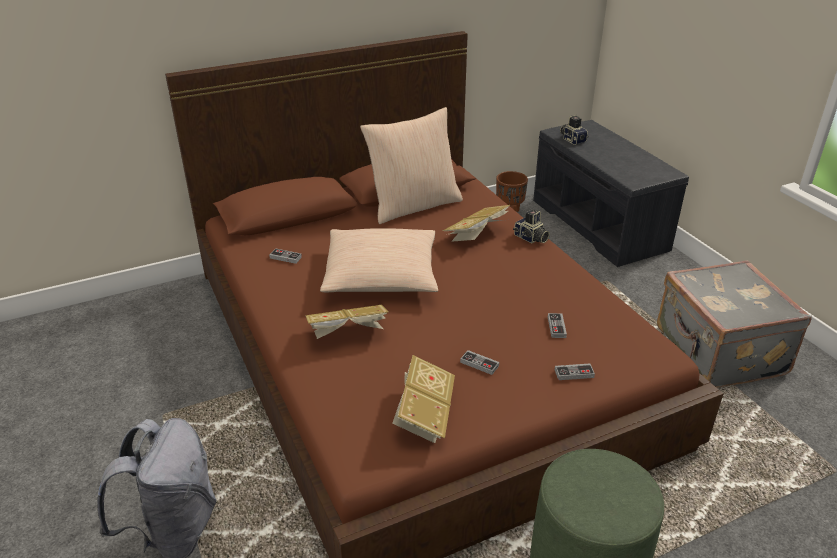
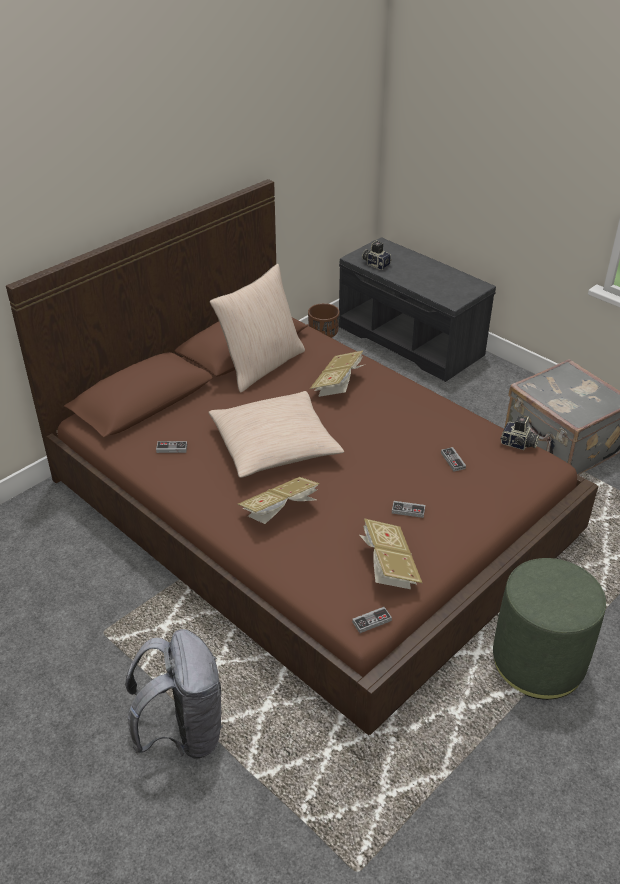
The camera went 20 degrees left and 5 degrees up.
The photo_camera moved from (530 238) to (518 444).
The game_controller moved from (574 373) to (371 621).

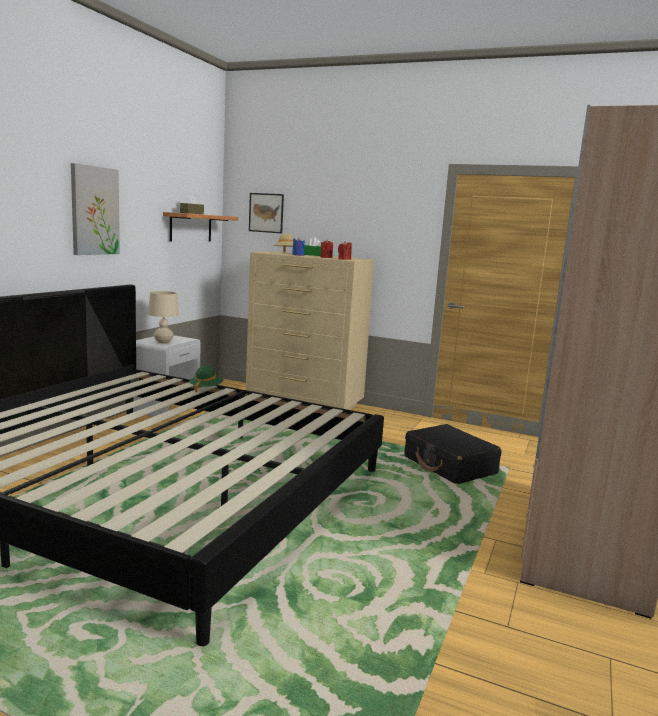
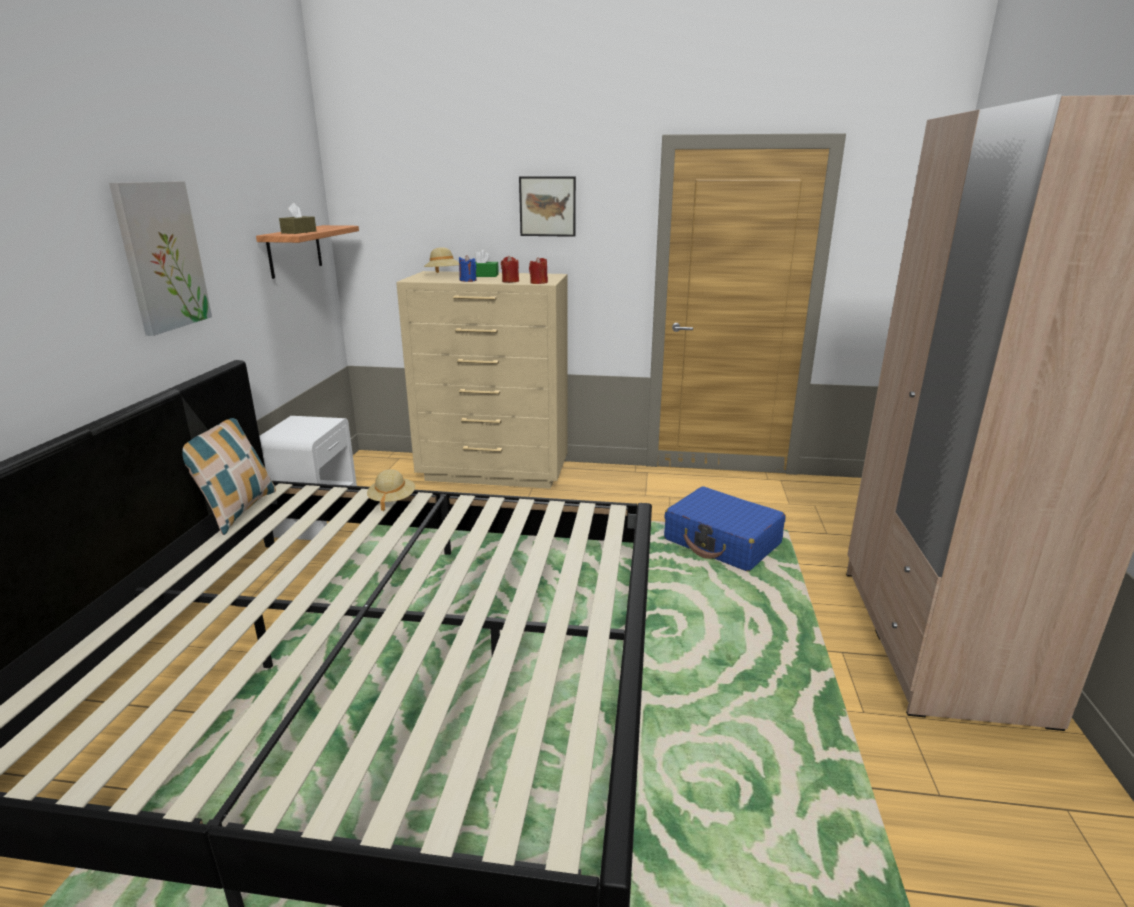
The camera went 15 degrees left and 10 degrees up.
The beige_table_lamp at (163 342) disappeared.
The pillow at (237 510) appeared.
The picture moved from (266 213) to (547 206).
The green_hat at (206 388) became the beige_hat at (392 500).
The black_suitcase at (449 465) became the blue_suitcase at (722 542).

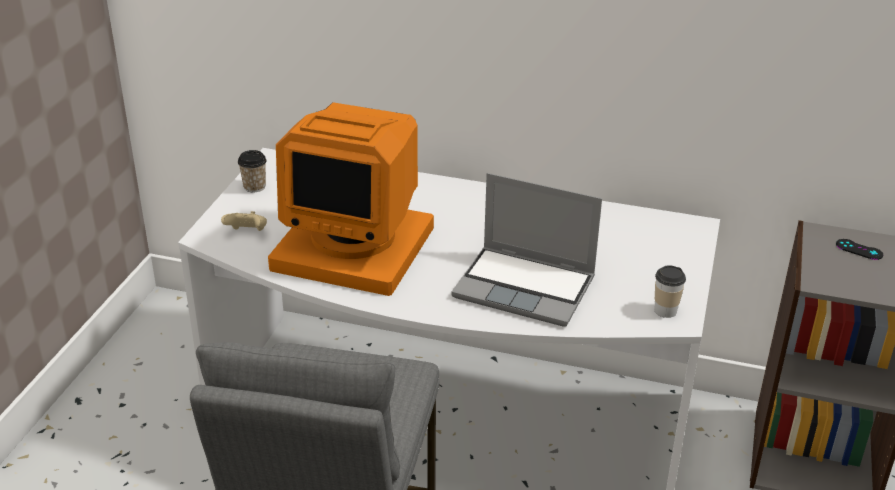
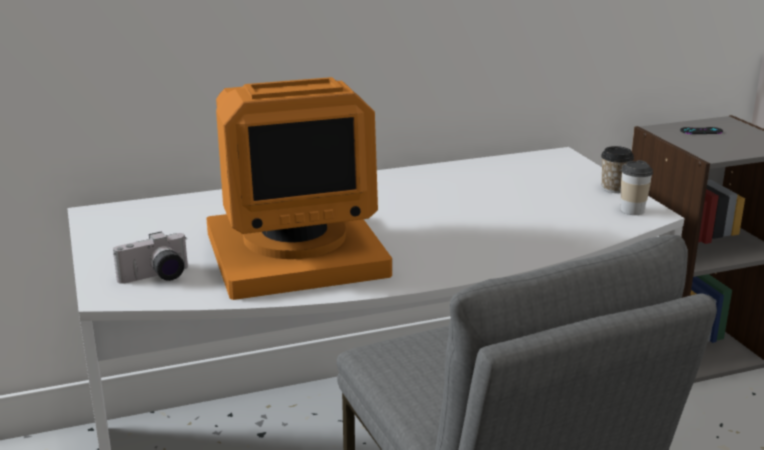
The camera went 35 degrees left and 10 degrees down.
The laptop at (526 287) disappeared.
The cup moved from (254 187) to (614 188).
The beige_game_controller at (247 233) was replaced by the photo_camera at (156 278).

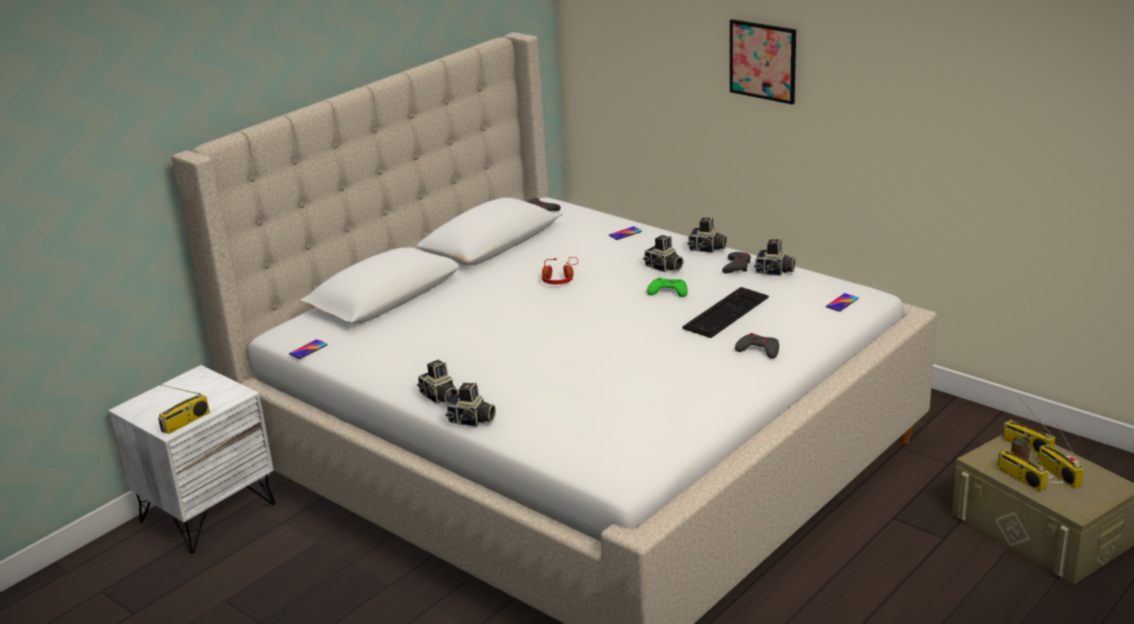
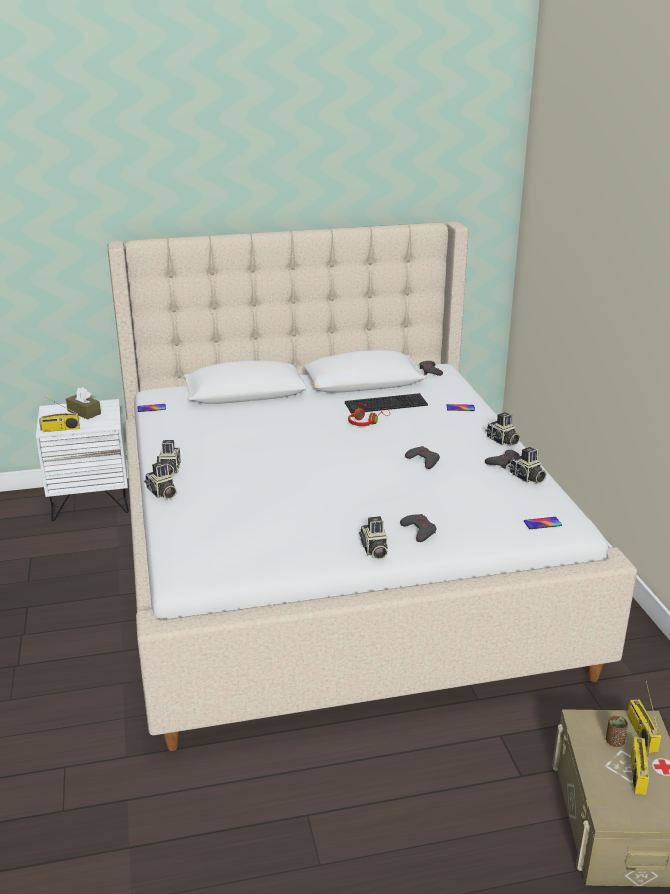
The camera went 35 degrees right and 0 degrees up.
The picture at (763 61) disappeared.
The radio at (1020 478) disappeared.
The brown_tissue_box at (84 412) appeared.
The photo_camera moved from (663 268) to (374 550).
The keyboard moved from (725 312) to (386 403).
The green_game_controller at (668 291) became the grey_game_controller at (423 460).

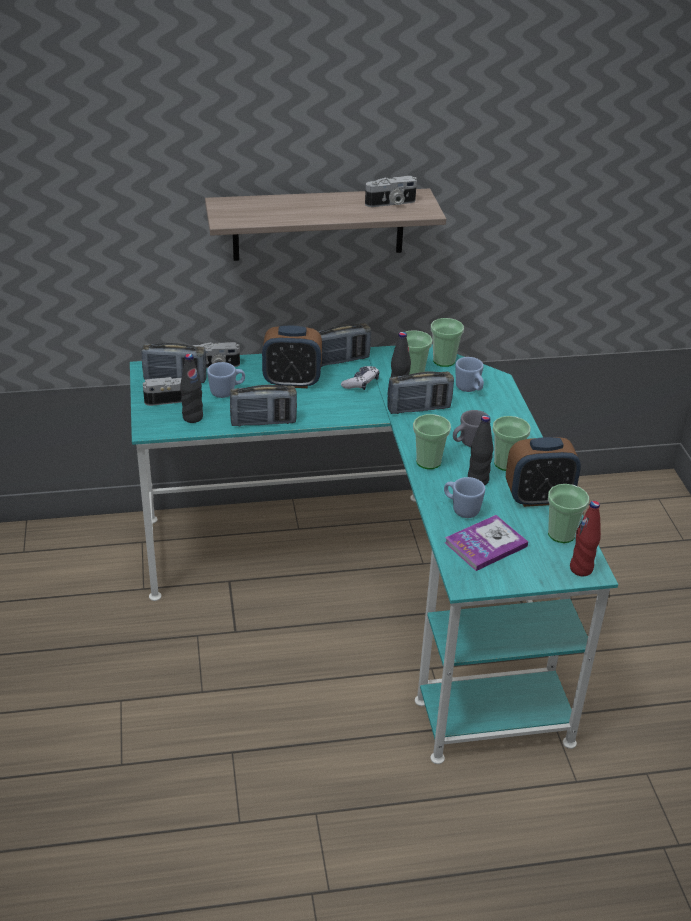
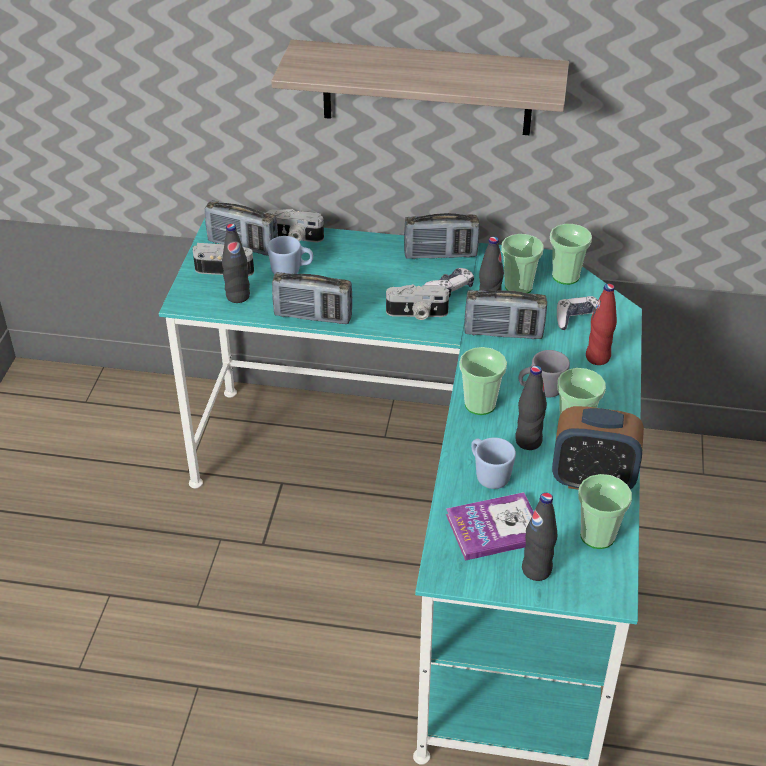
The camera went 20 degrees right and 5 degrees up.
The alarm_clock at (292 382) disappeared.
The black_bottle at (536 570) appeared.
The photo_camera moved from (391 203) to (417 314).
The red_bottle moved from (581 569) to (597 357).
The blue_mug at (469 389) was replaced by the game_controller at (578 319).

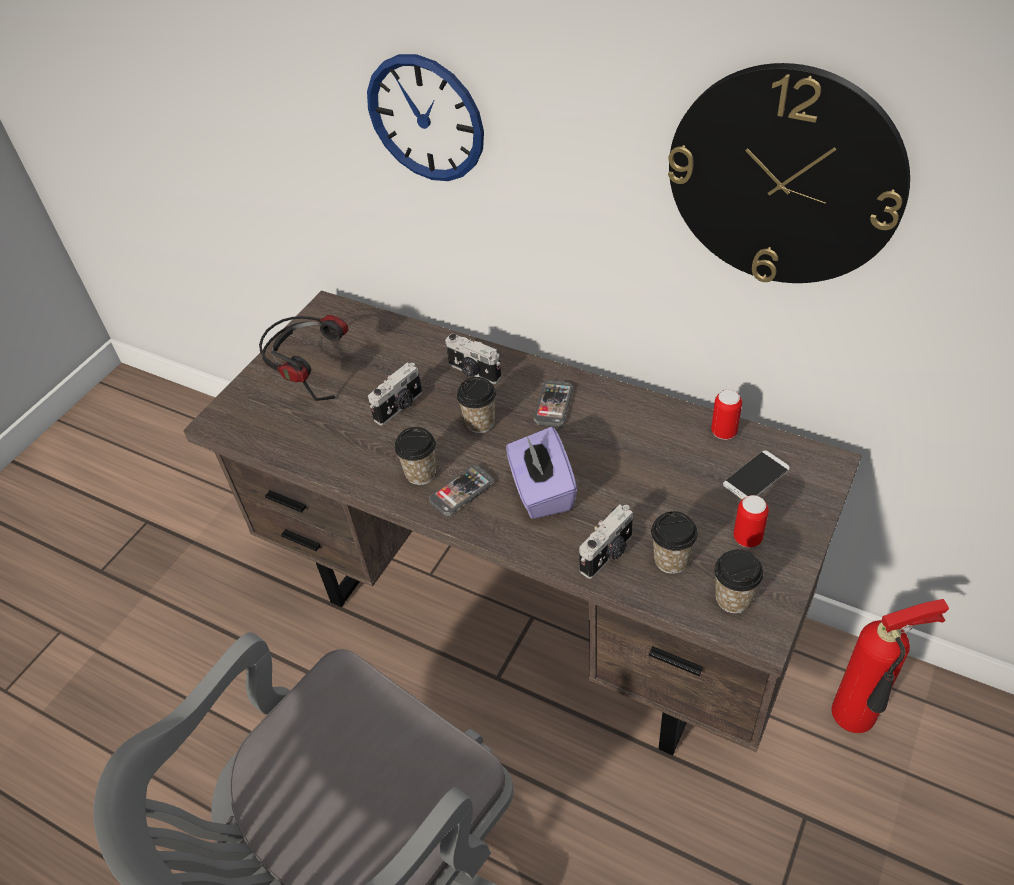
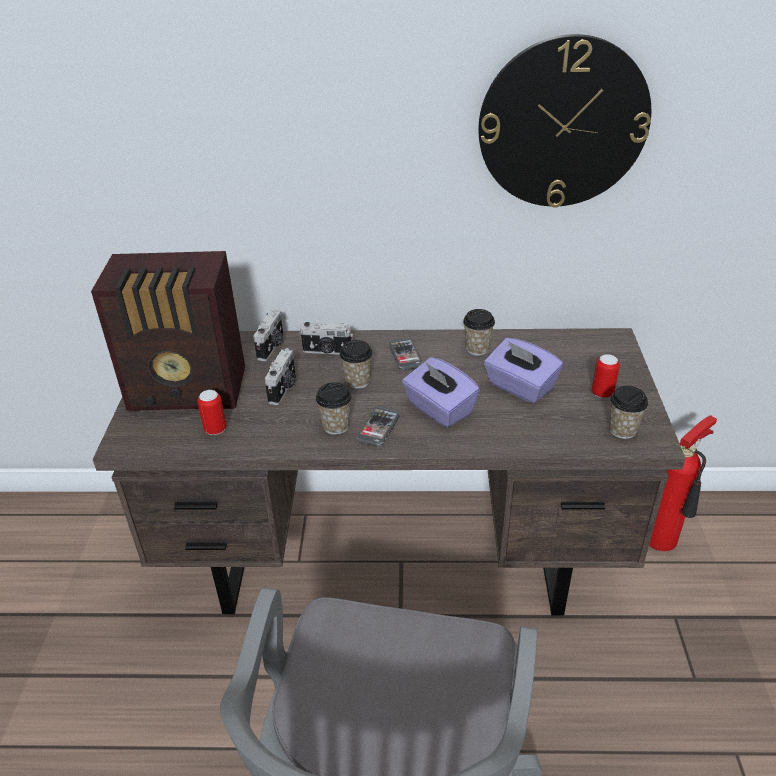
The camera went 30 degrees left and 10 degrees down.
The wall_clock at (426 119) disappeared.
The phone at (756 477) disappeared.
The purple_tissue_box at (520 387) appeared.
The photo_camera moved from (608 554) to (272 347).
The cup moved from (671 560) to (477 349).
The can moved from (724 432) to (215 429).
The headphones at (311 378) was replaced by the radio at (190 391).

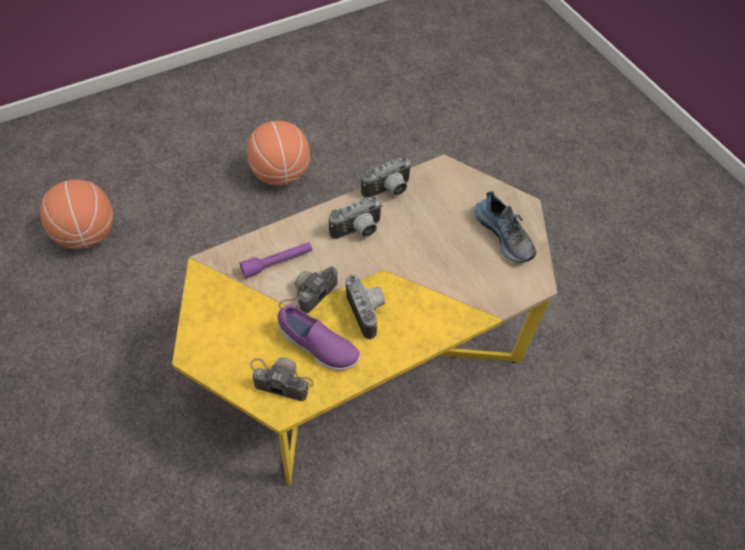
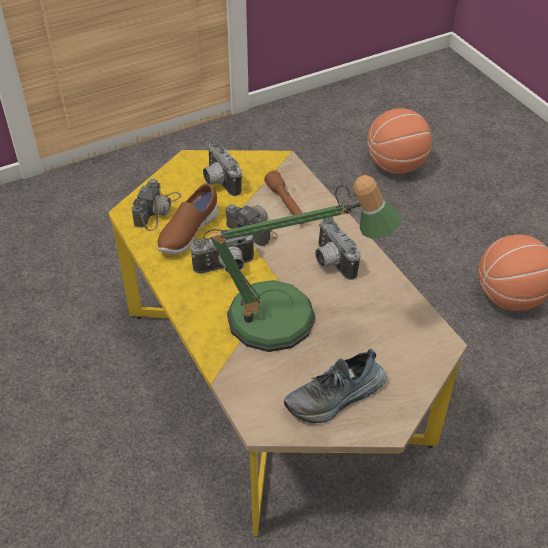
The camera went 95 degrees right and 10 degrees down.
The table_lamp at (287 321) appeared.
The photo_camera moved from (388 191) to (218 182).
The purple_flashlight at (277 263) became the brown_flashlight at (286 204).
The purple_shoe at (317 347) became the brown_shoe at (188 233).

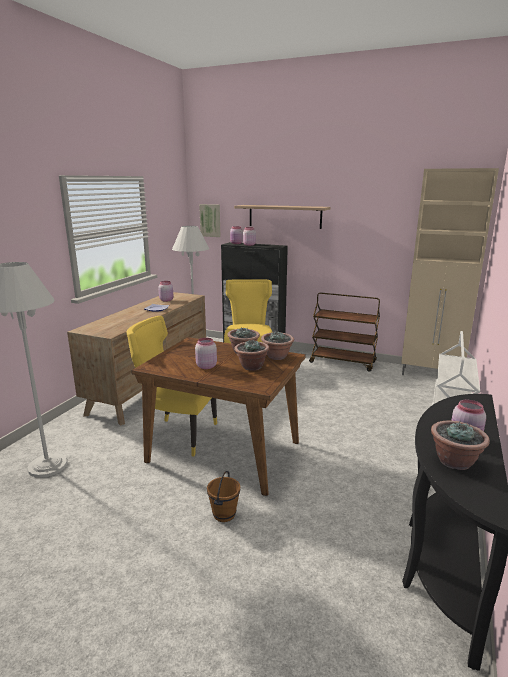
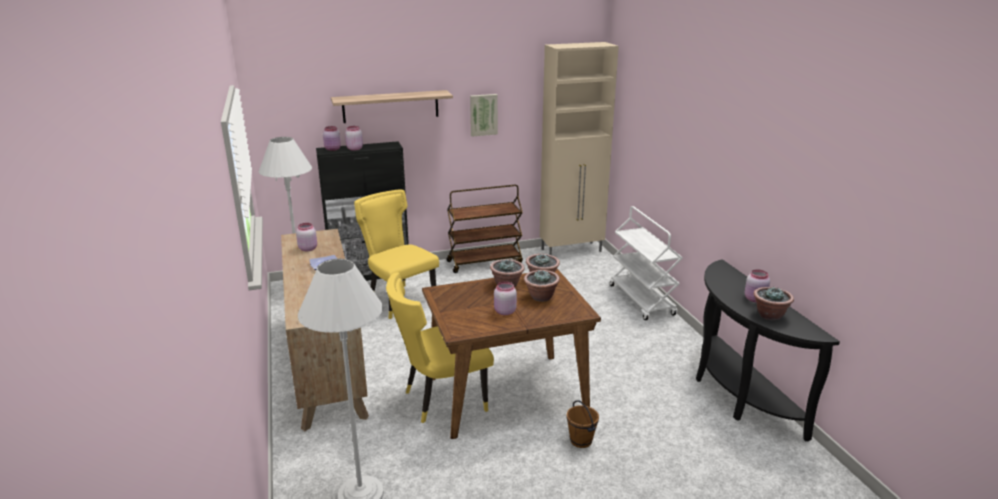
The camera went 40 degrees left and 5 degrees up.
The picture moved from (210 220) to (483 114).

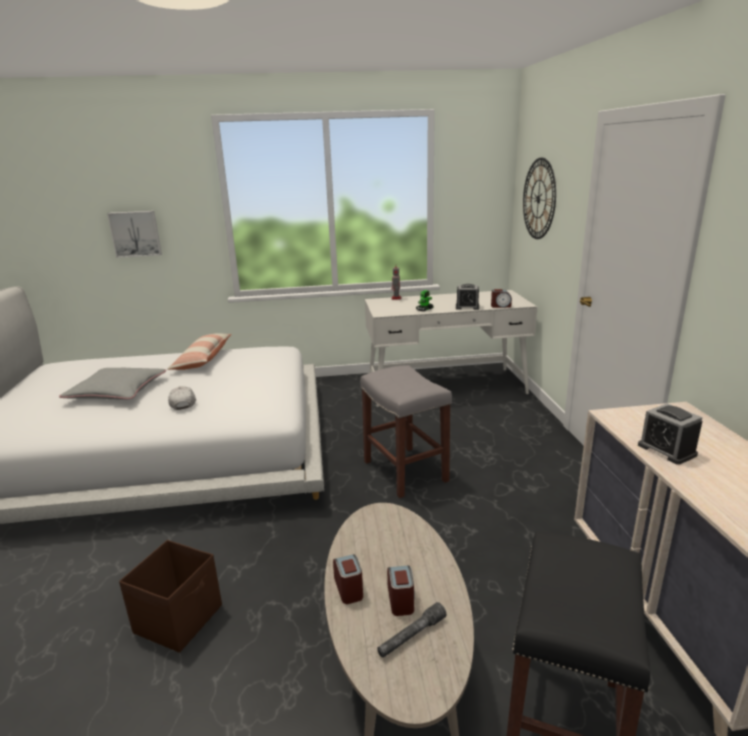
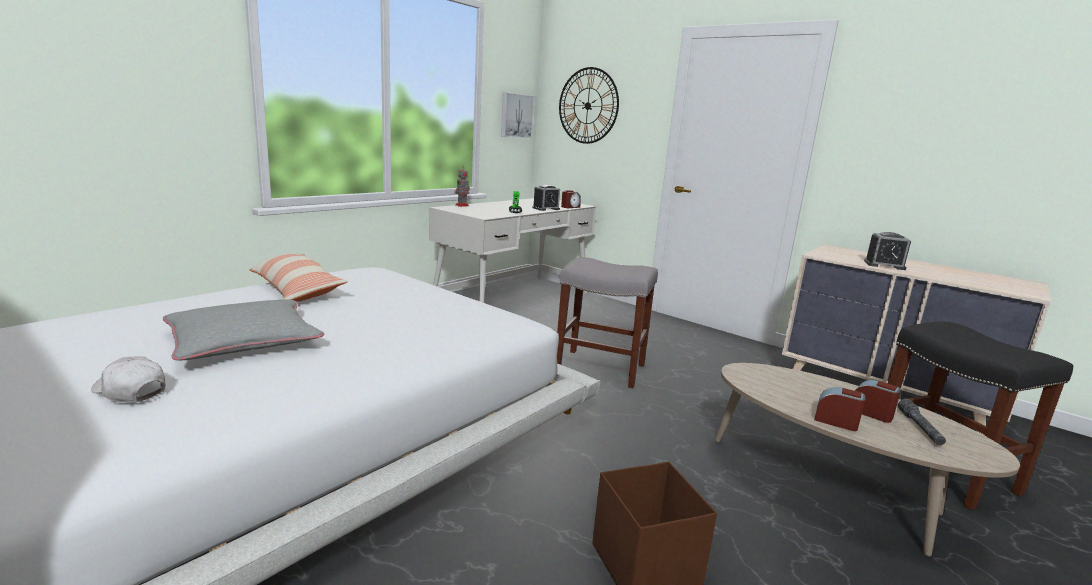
The camera went 45 degrees left and 5 degrees down.
The picture moved from (135 233) to (516 115).
The white_cap moved from (182 403) to (130 391).

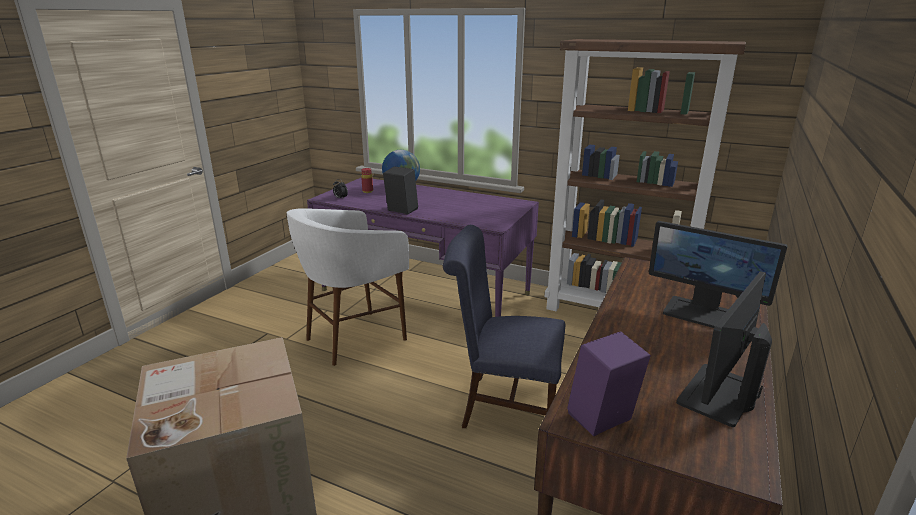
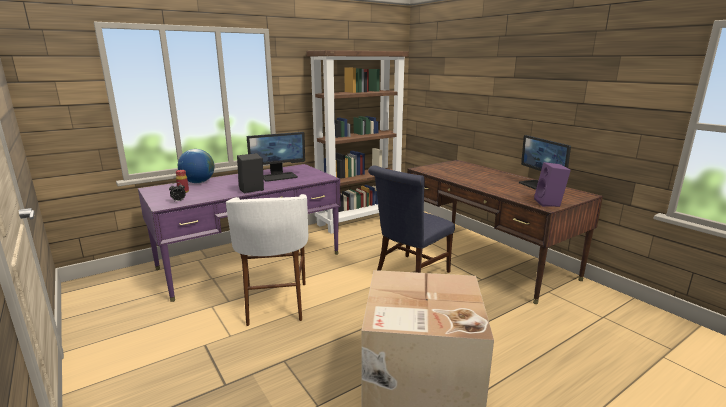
The camera went 60 degrees left and 5 degrees down.
The monitor moved from (702 313) to (279 176).

